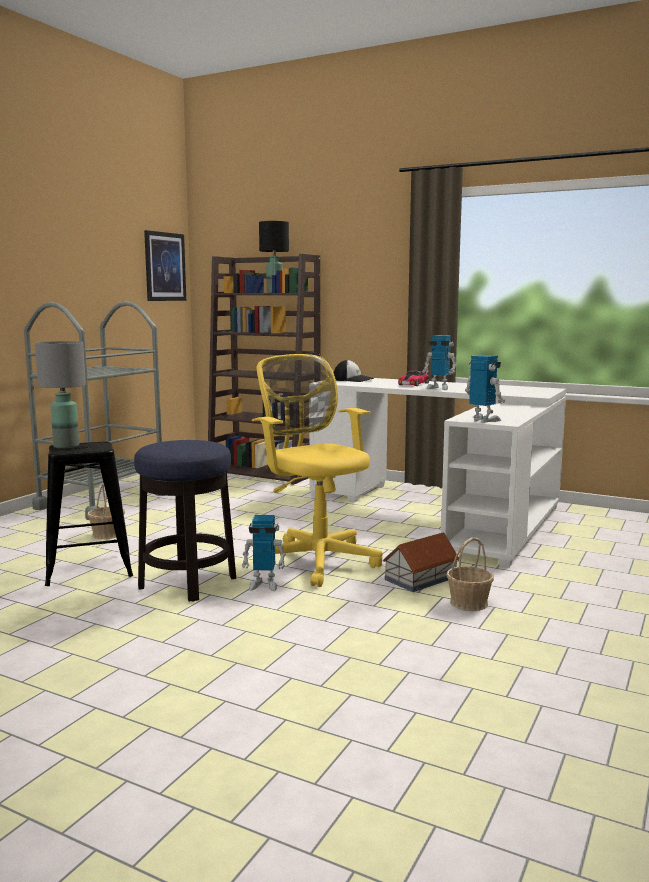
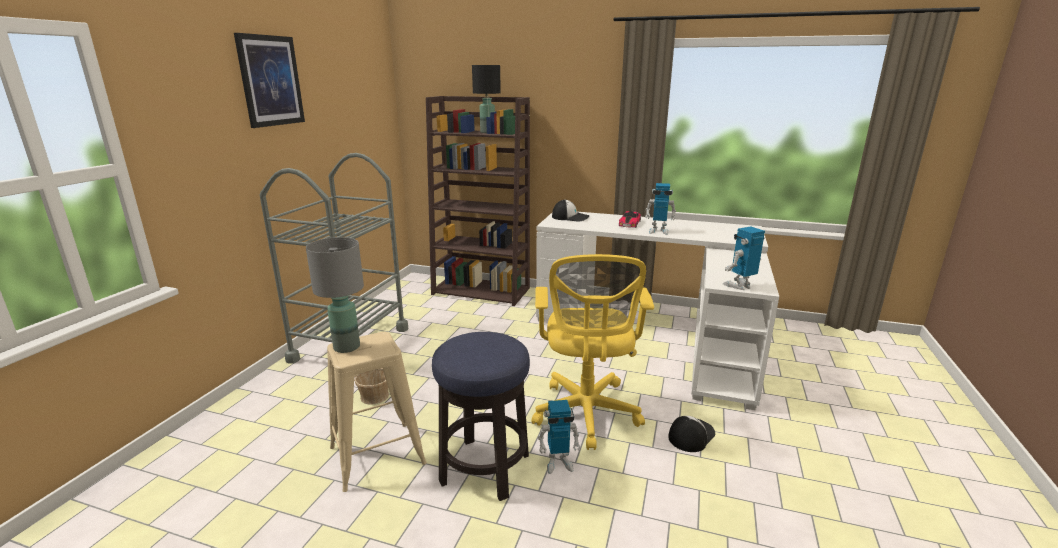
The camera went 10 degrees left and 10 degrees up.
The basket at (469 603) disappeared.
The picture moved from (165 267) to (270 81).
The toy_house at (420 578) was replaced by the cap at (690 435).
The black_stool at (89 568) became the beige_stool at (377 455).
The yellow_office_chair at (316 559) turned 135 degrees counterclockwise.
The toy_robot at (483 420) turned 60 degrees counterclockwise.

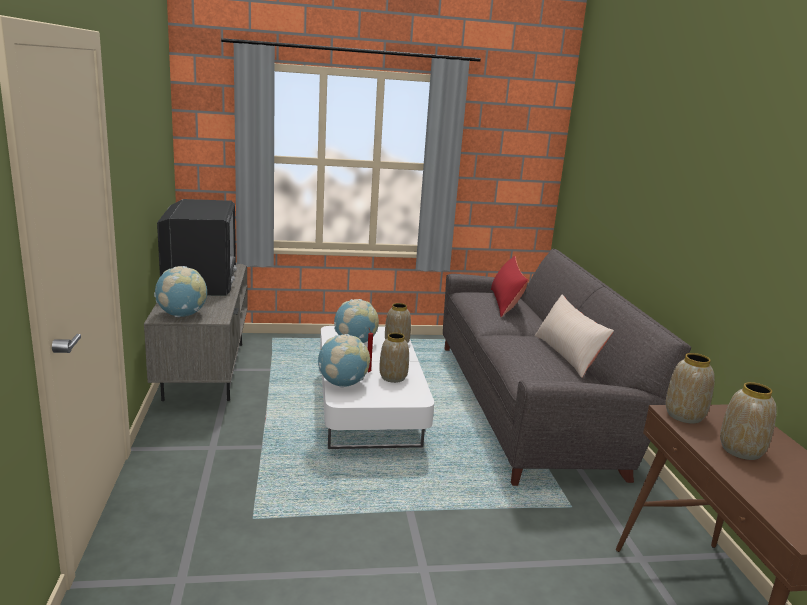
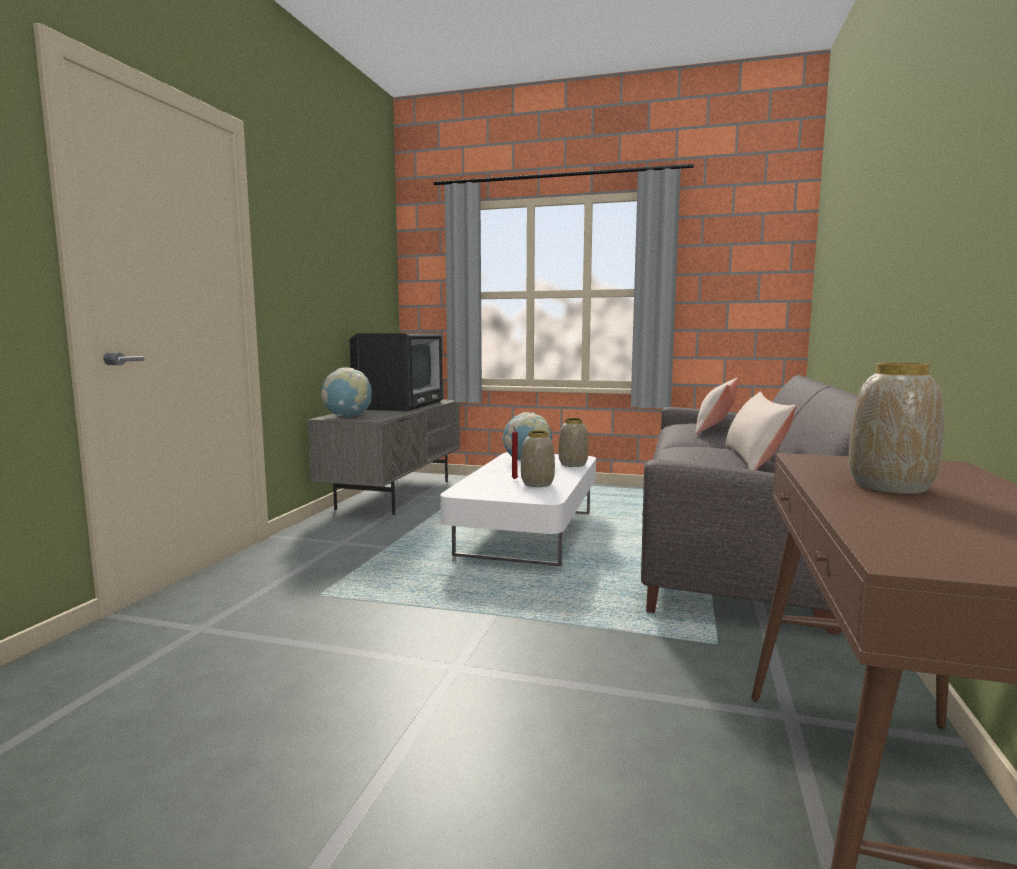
The camera went 25 degrees right and 10 degrees down.
The globe at (343 384) disappeared.
The vase at (685 416) disappeared.
The red_pillow at (505 303) became the beige_pillow at (716 427).

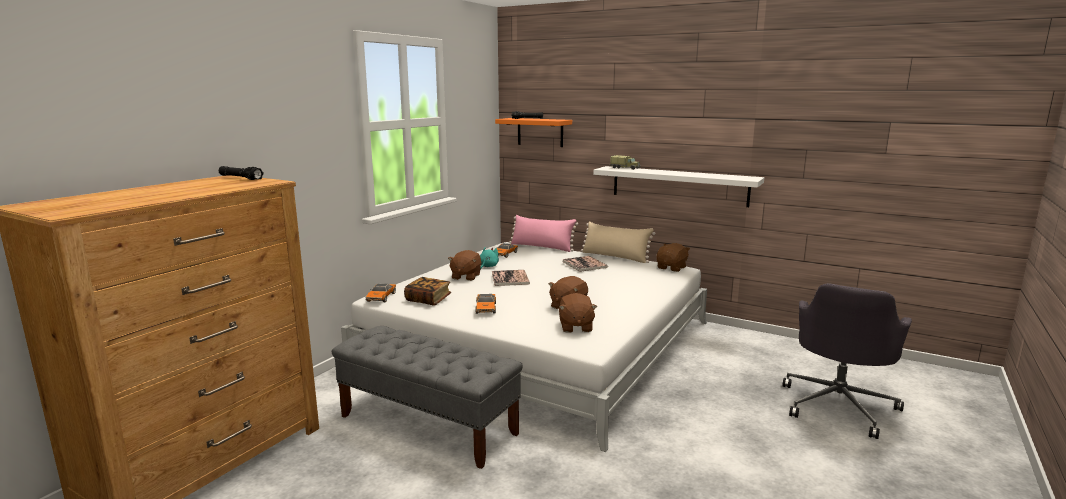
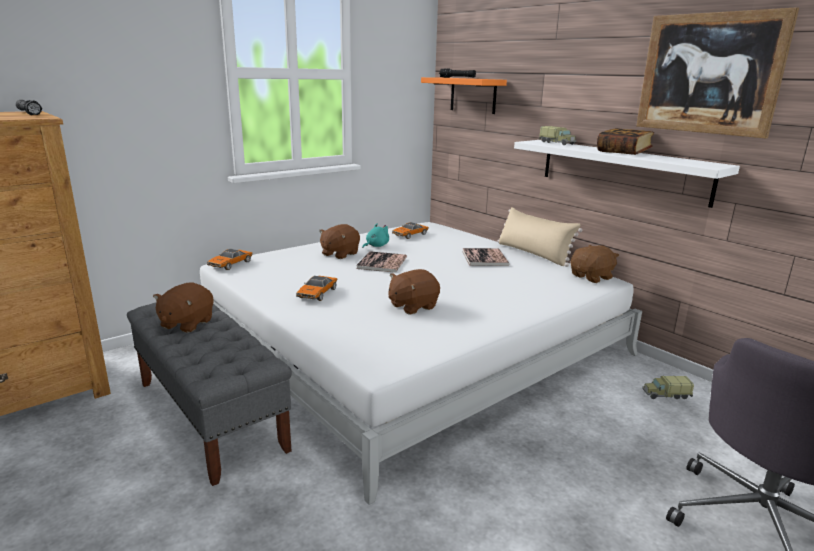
The camera went 20 degrees right and 5 degrees up.
The pink_pillow at (542 247) disappeared.
The picture at (709 74) appeared.
The toy_truck at (665 395) appeared.
The book moved from (428 300) to (623 152).
The brown_plush_toy moved from (575 327) to (186 323).

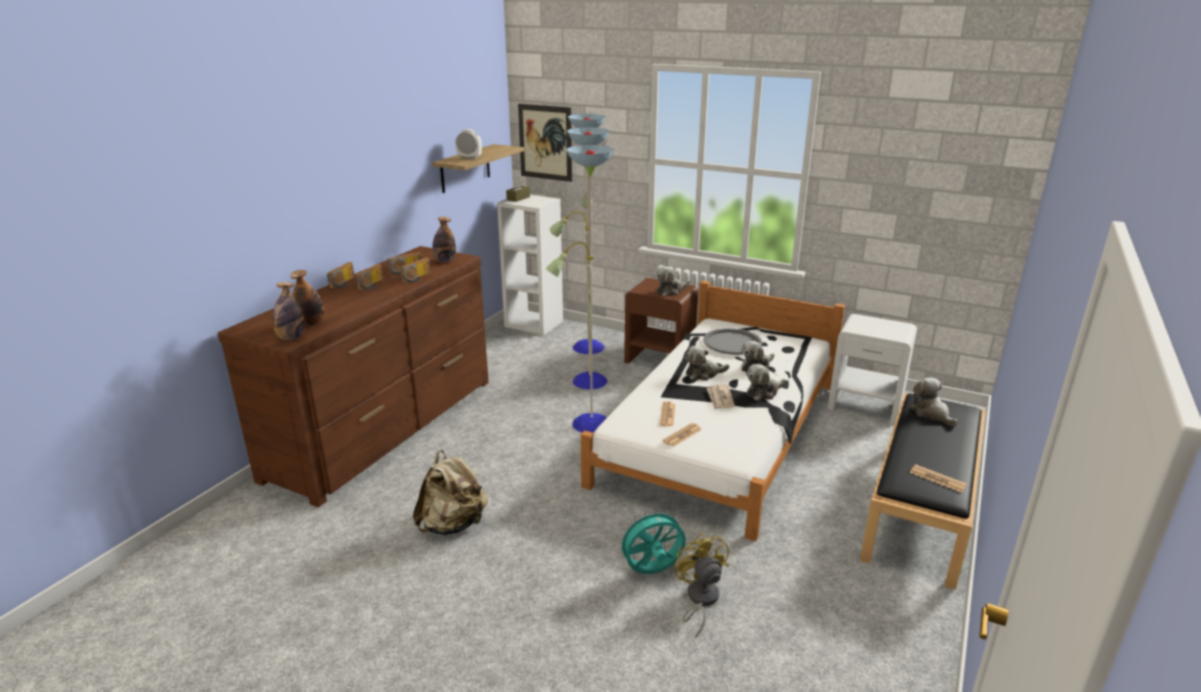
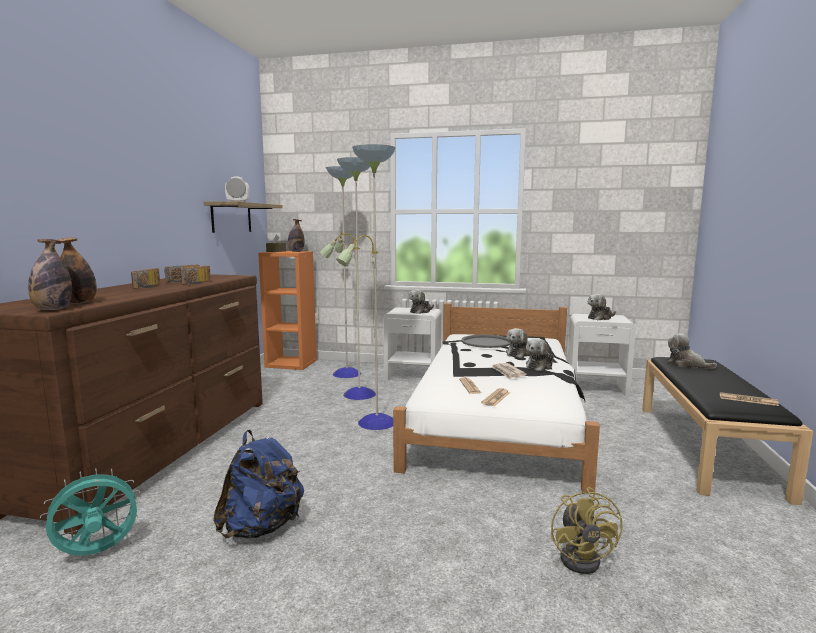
The camera went 15 degrees left and 15 degrees down.
The radio at (344 283) disappeared.
The picture at (545 142) disappeared.
The bottle moved from (445 261) to (296 251).
The turquoise_fan moved from (652 572) to (97 553).
The plush_toy moved from (703 374) to (600 318).
The beige_backpack at (453 525) became the blue_backpack at (262 527).
The white_bookcase at (534 324) became the orange_bookcase at (291 364).
The brown_nightstand at (660 360) became the white_nightstand at (413 376).
The yellow_fan at (699 600) turned 150 degrees counterclockwise.

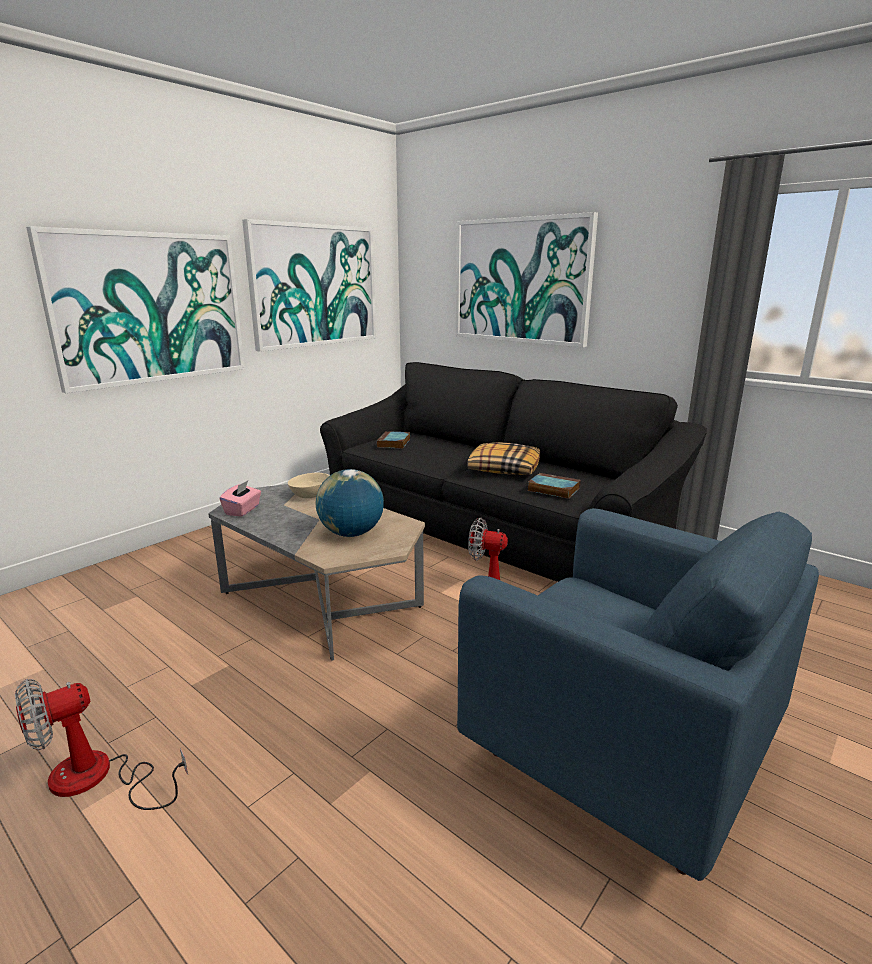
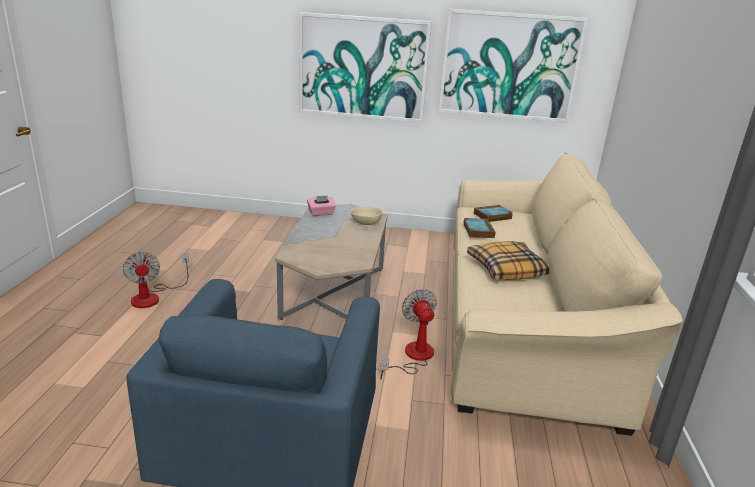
The camera went 55 degrees right and 5 degrees up.
The globe at (351 533) disappeared.
The picture at (521 281) disappeared.
The book moved from (552 489) to (478 230).
The black_sofa at (489 526) became the beige_sofa at (521 322).
The fan at (97 779) turned 135 degrees counterclockwise.

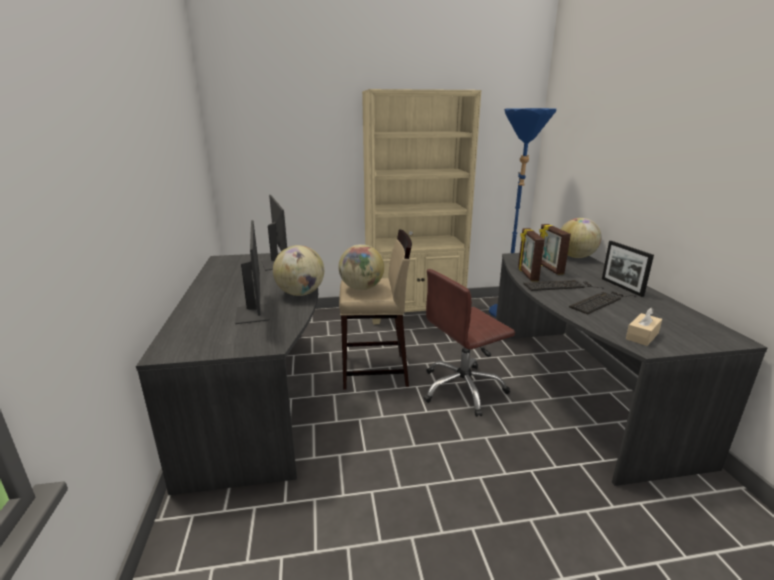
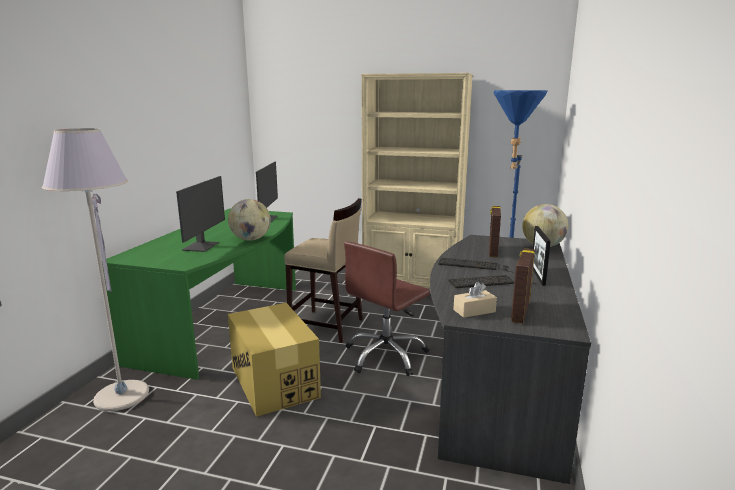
The camera went 25 degrees right and 5 degrees down.
The globe at (361 288) disappeared.
The grey_floor_lamp at (122 396) appeared.
The cardboard_box at (274 382) appeared.
The picture_frame moved from (527 274) to (519 312).
The grey_desk at (259 394) became the green_desk at (226 322).
The brown_office_chair at (463 389) turned 45 degrees counterclockwise.

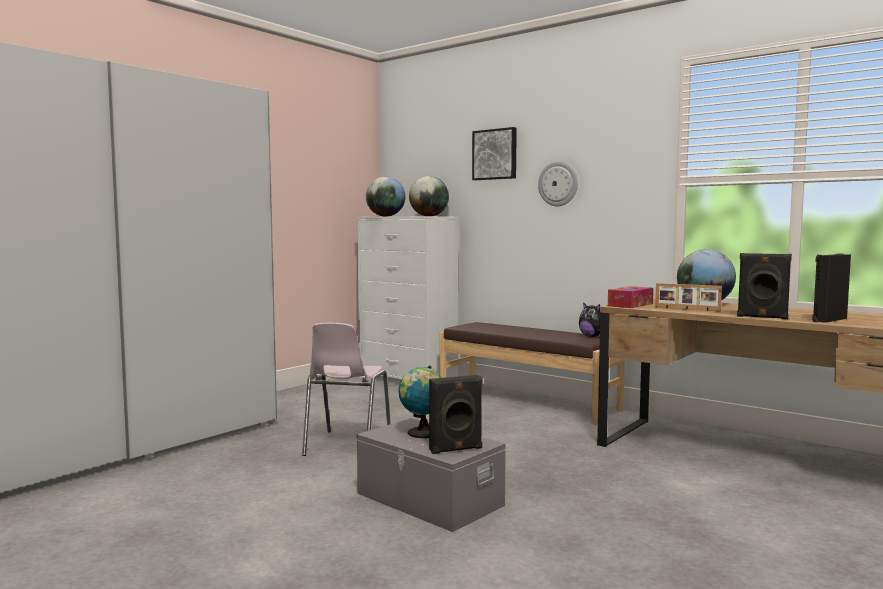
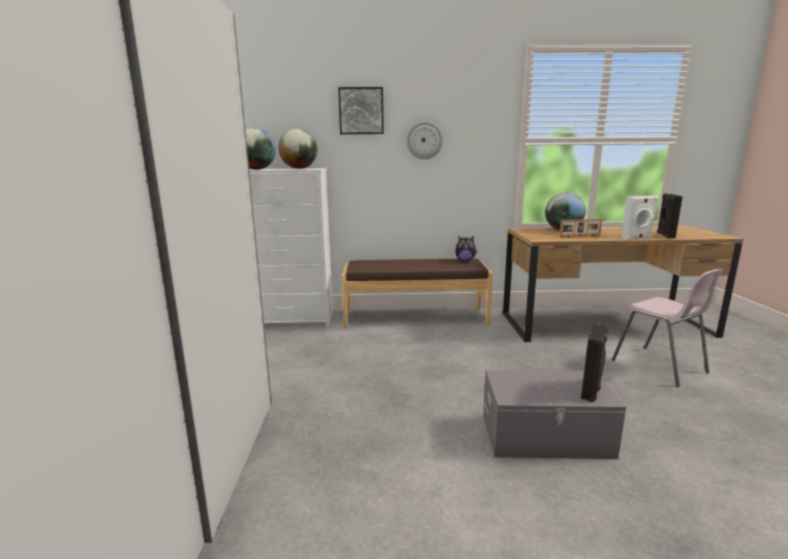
The camera went 40 degrees left and 10 degrees up.
The globe at (421 433) disappeared.
The tissue_box at (630 305) disappeared.
The pink_chair moved from (346 445) to (659 367).
The black_speaker at (762 317) became the white_speaker at (637 238).

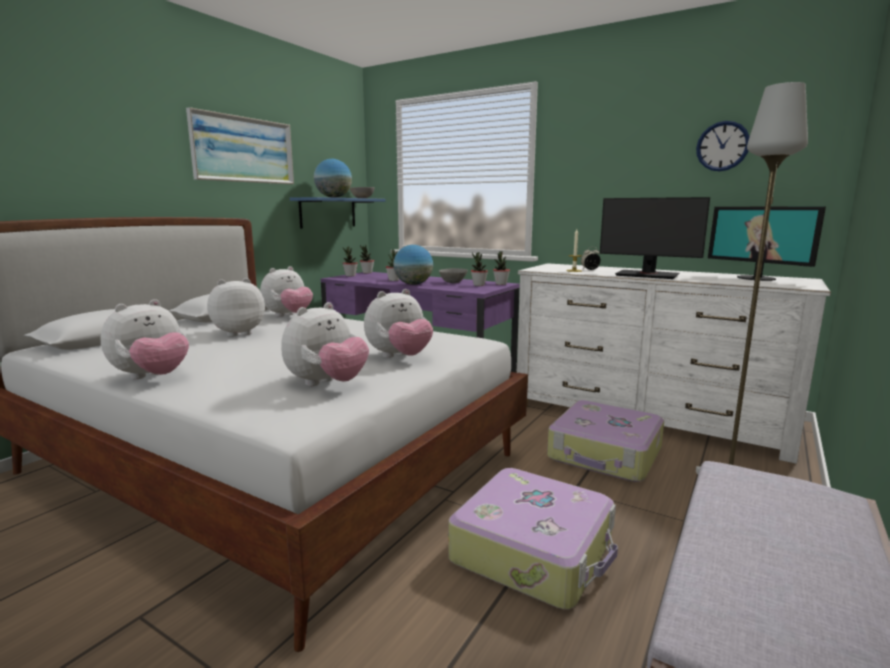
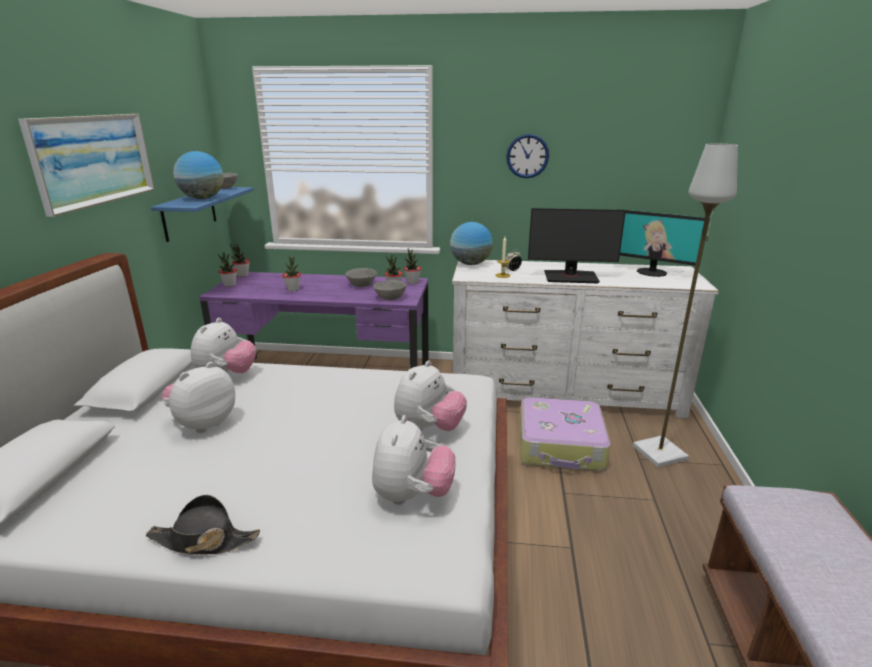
The camera went 25 degrees left and 10 degrees up.
The suitcase at (534 550) disappeared.
The grey_bowl at (390 298) appeared.
The globe moved from (413 284) to (470 264).
The wall_clock moved from (722 146) to (527 156).
The plush_toy at (152 377) was replaced by the black_hat at (203 540).

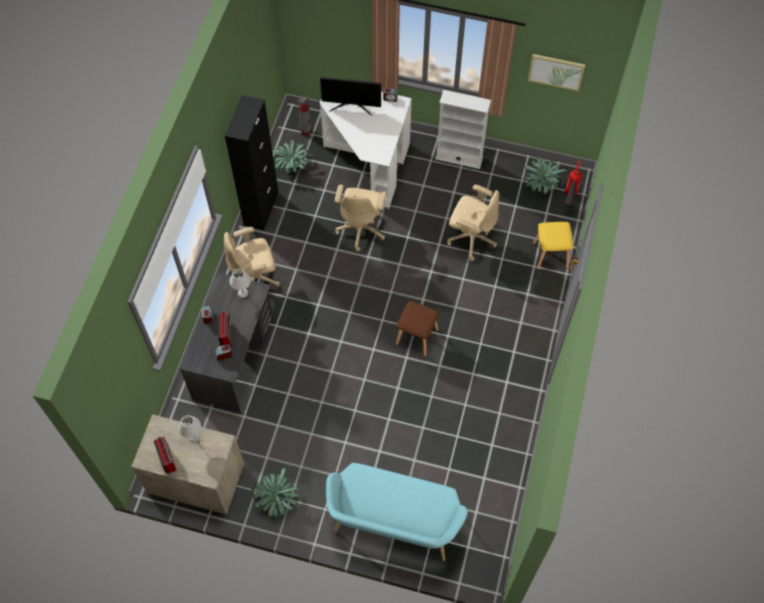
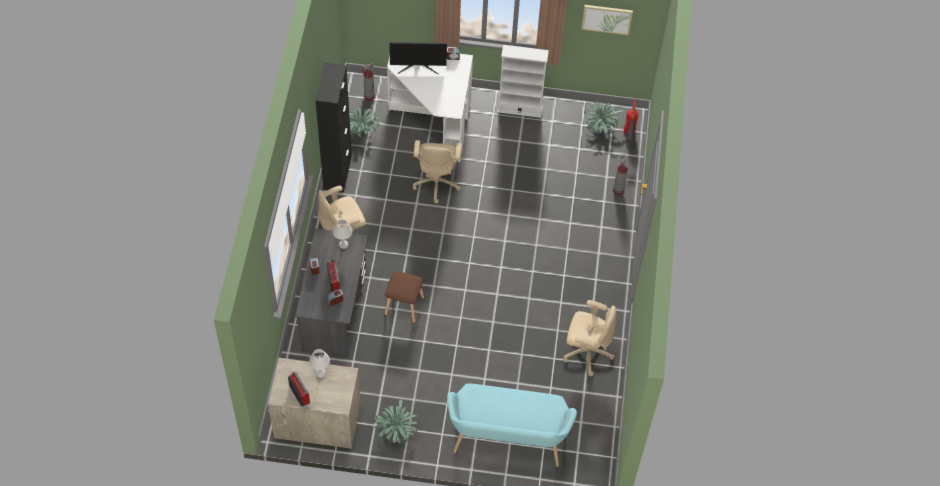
The camera went 10 degrees left and 5 degrees down.
The brown_stool moved from (417 337) to (404 306).
The beige_office_chair moved from (471 238) to (586 352).
The yellow_stool at (551 255) was replaced by the fire_extinguisher at (618 190).

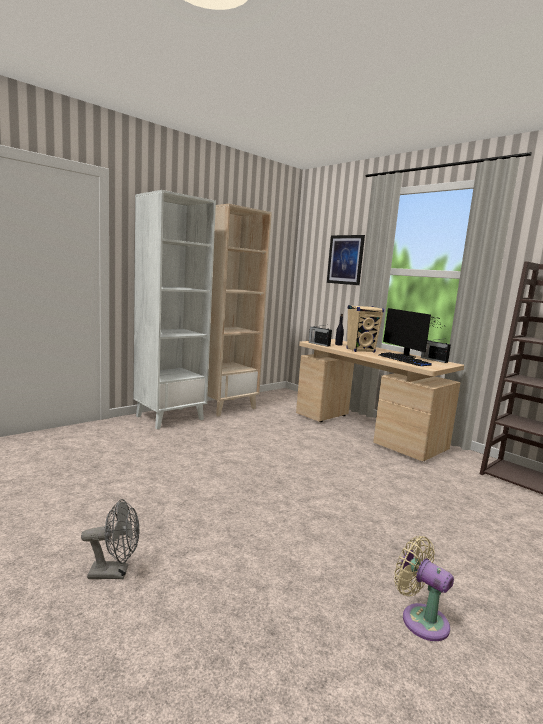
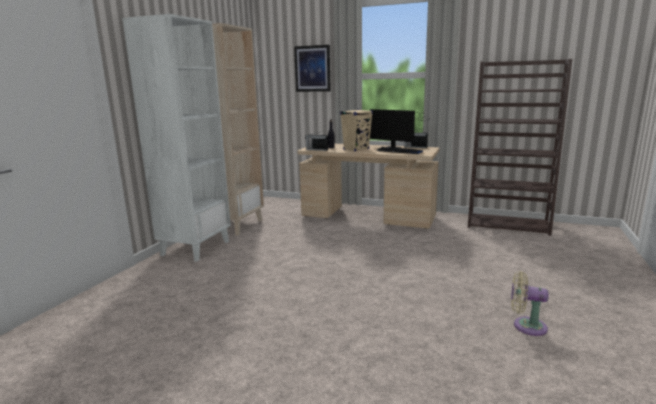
The camera went 25 degrees left and 5 degrees up.
The grey_fan at (115 572) disappeared.

